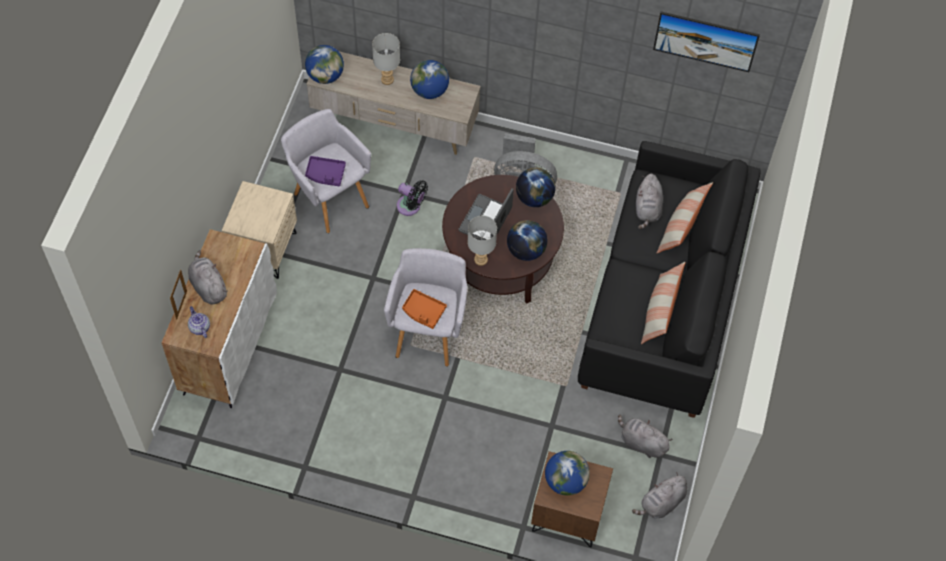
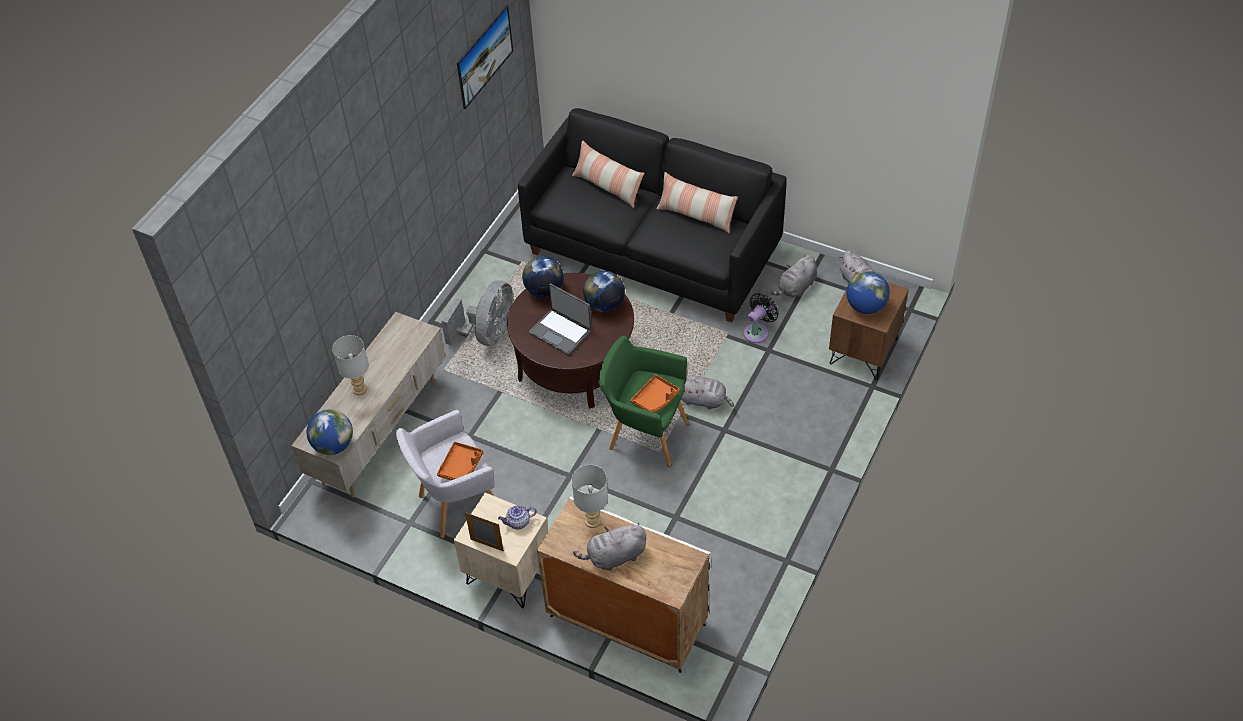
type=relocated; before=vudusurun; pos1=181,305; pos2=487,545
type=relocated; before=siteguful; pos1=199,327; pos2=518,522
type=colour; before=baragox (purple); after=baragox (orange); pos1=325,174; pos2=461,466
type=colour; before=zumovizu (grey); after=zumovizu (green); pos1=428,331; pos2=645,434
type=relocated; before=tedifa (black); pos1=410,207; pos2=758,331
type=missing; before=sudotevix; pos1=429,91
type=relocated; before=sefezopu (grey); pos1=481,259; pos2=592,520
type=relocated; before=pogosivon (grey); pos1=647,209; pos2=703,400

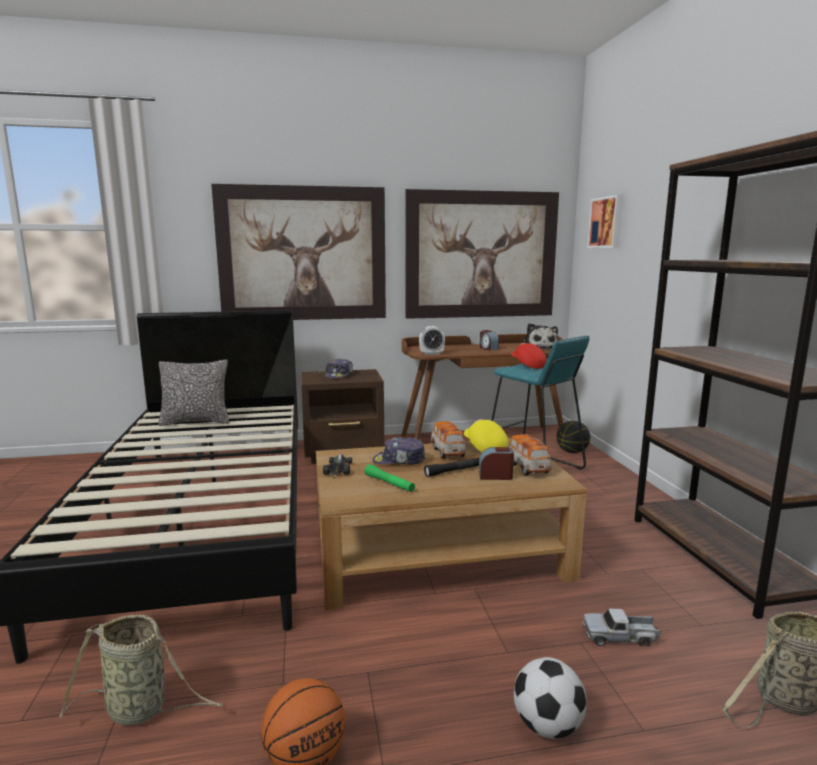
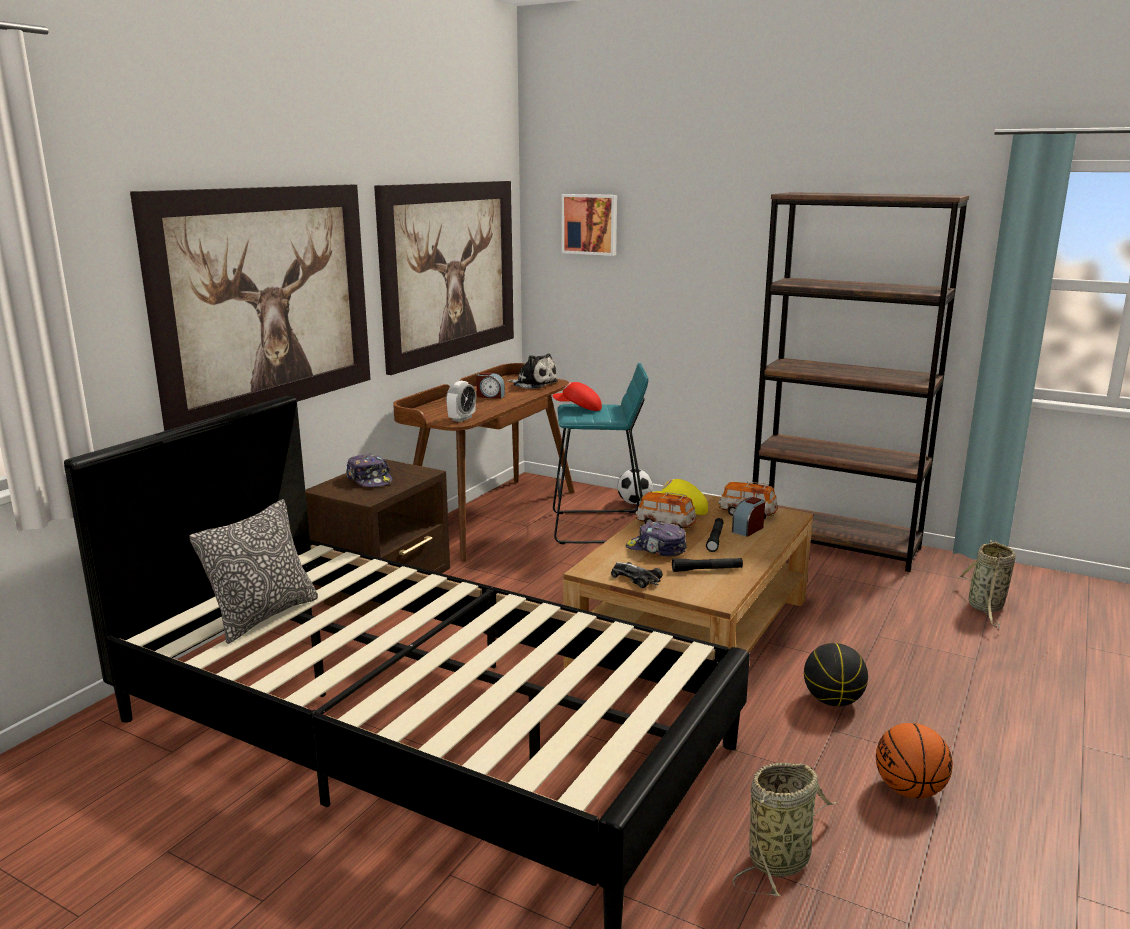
type=colour; before=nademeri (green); after=nademeri (black); pos1=389,483; pos2=707,570
type=spun; before=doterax; pos1=399,461; pos2=656,549; turn=75
type=relocated; before=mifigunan; pos1=547,726; pos2=634,503
type=relocated; before=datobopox; pos1=572,452; pos2=833,701
type=missing; before=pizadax; pos1=620,636

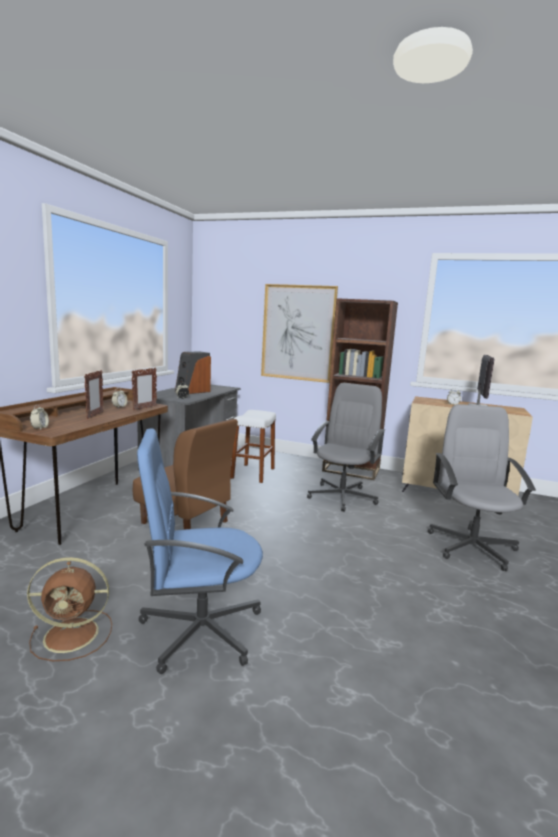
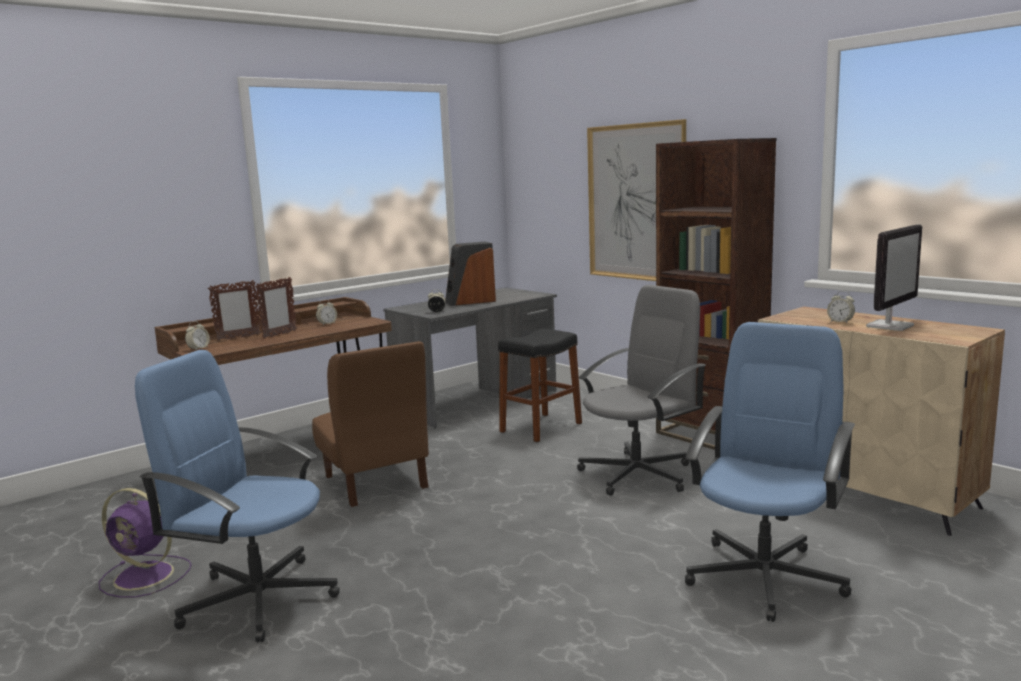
type=colour; before=tedifa (brown); after=tedifa (purple); pos1=74,634; pos2=146,576
type=relocated; before=vudusurun; pos1=144,408; pos2=238,337
type=colour; before=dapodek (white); after=dapodek (black); pos1=253,473; pos2=541,427
type=colour; before=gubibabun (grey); after=gubibabun (blue); pos1=472,546; pos2=765,576

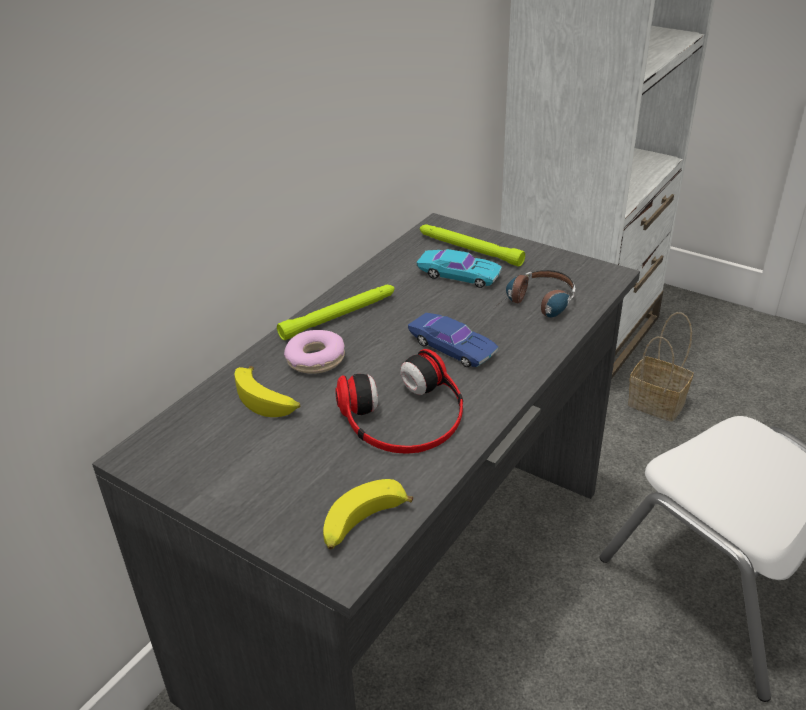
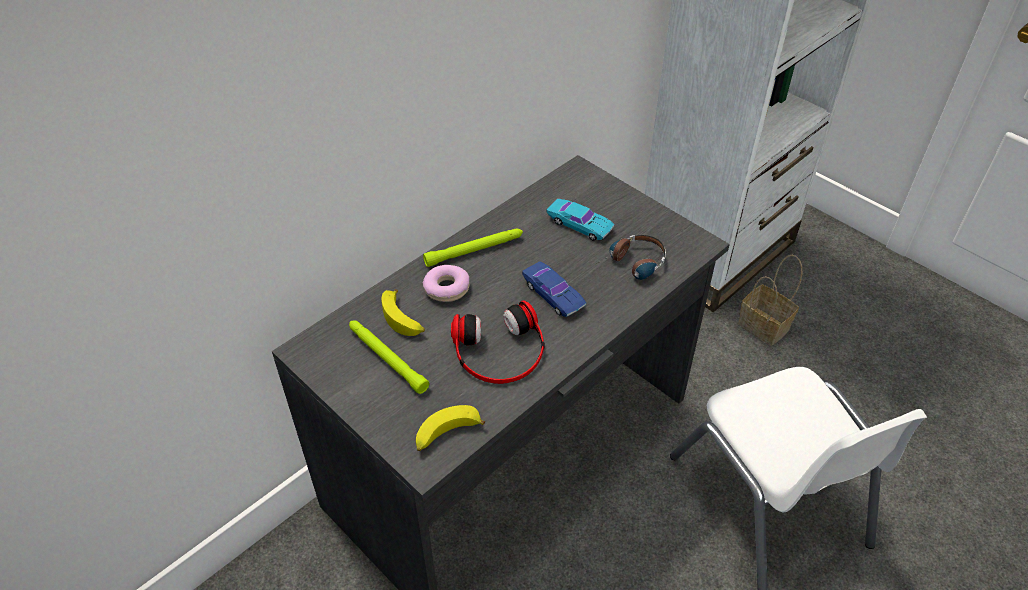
type=relocated; before=nademeri (green); pos1=469,249; pos2=386,358

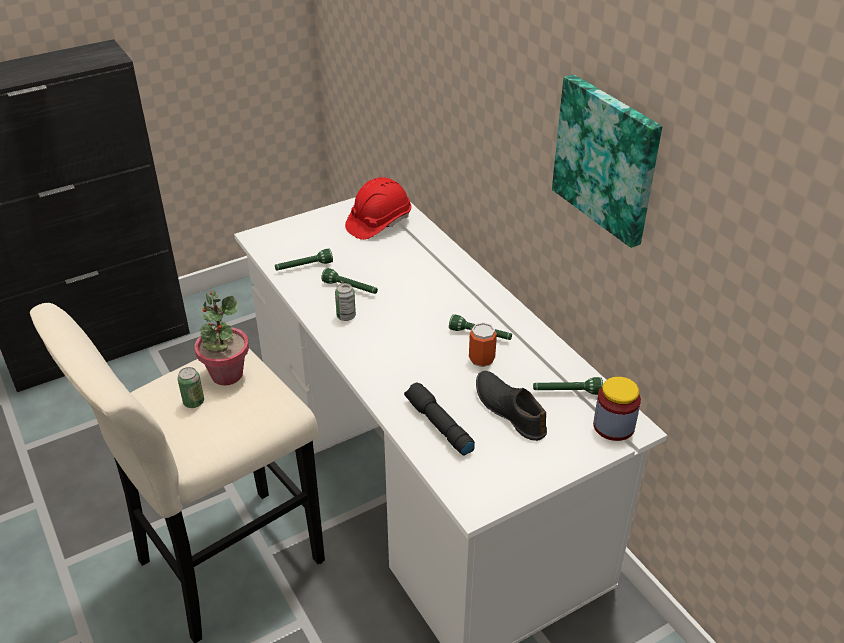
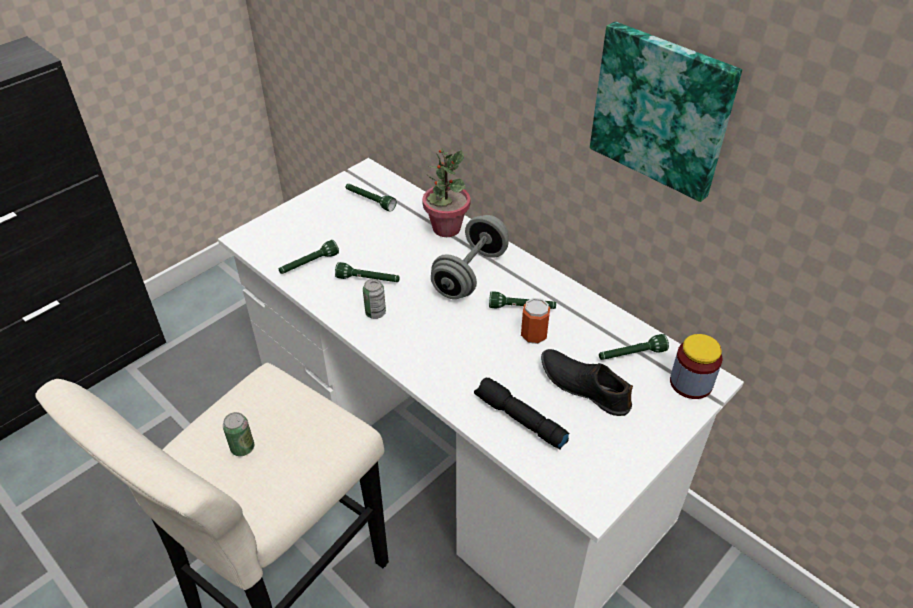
type=relocated; before=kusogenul; pos1=226,374; pos2=446,228
type=exchanged; before=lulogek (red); after=nademeri (green); pos1=378,223; pos2=369,201
type=appeared; after=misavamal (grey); pos2=470,273

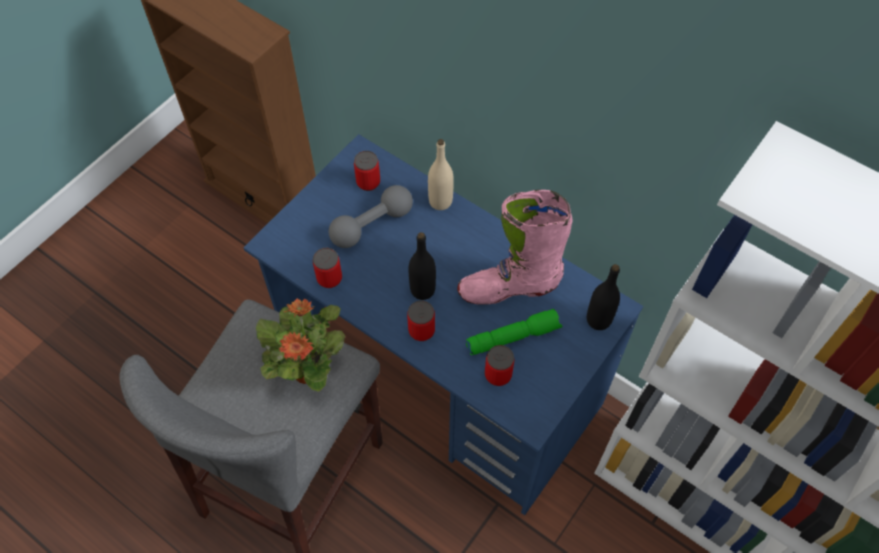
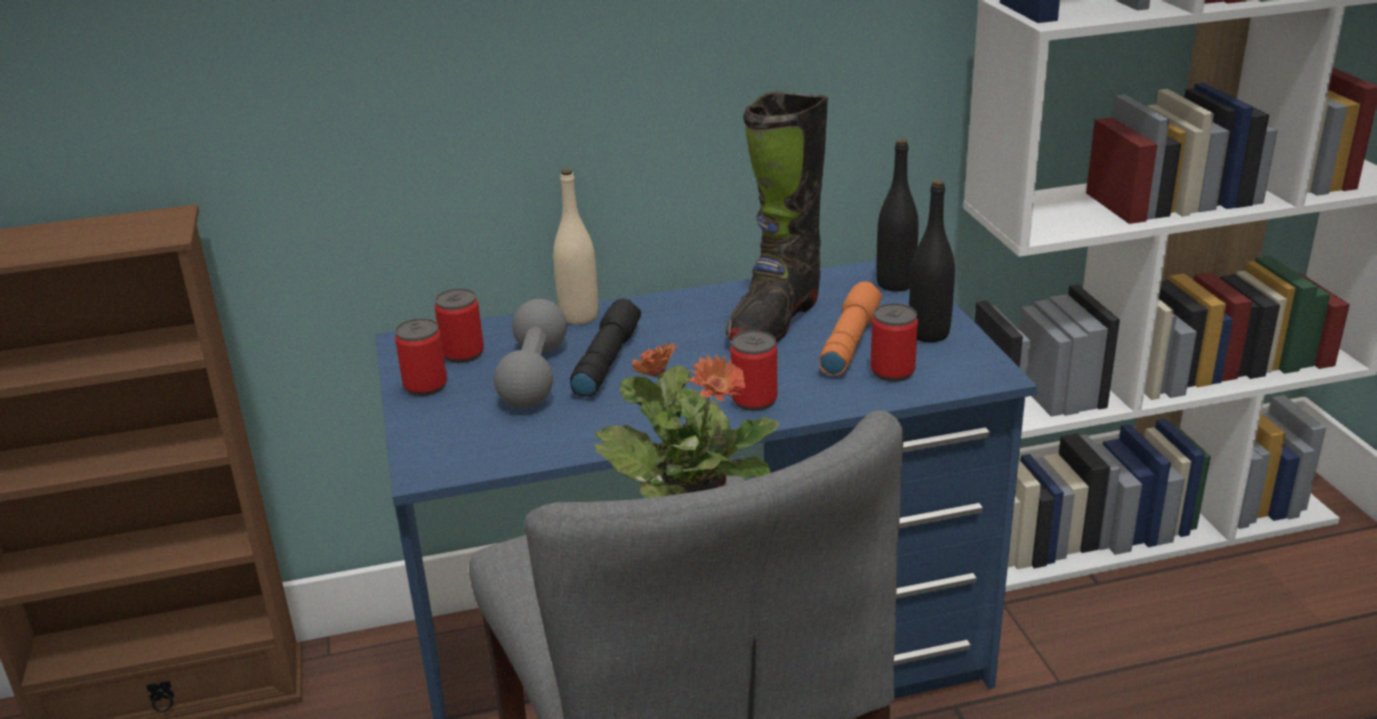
type=relocated; before=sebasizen; pos1=329,278; pos2=425,386
type=relocated; before=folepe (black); pos1=422,290; pos2=929,334
type=colour; before=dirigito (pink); after=dirigito (black); pos1=509,287; pos2=774,319
type=colour; before=nademeri (green); after=nademeri (orange); pos1=513,336; pos2=848,341
type=appeared; after=nademeri (black); pos2=605,360

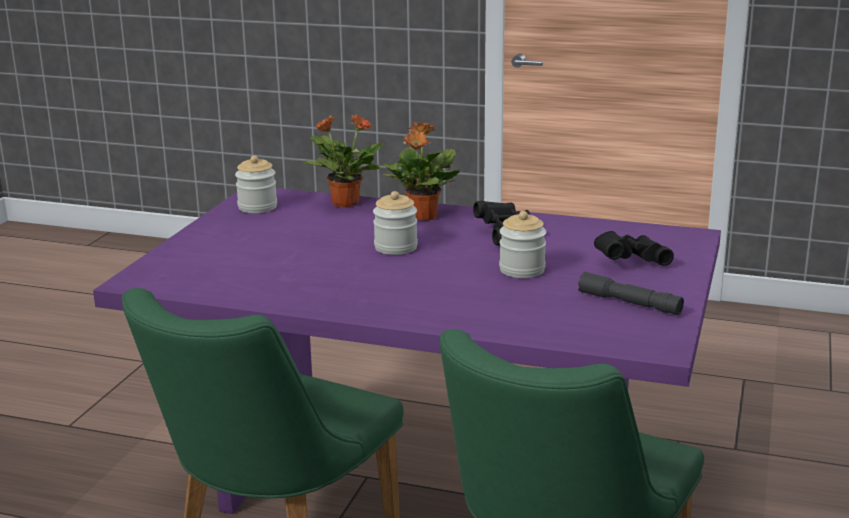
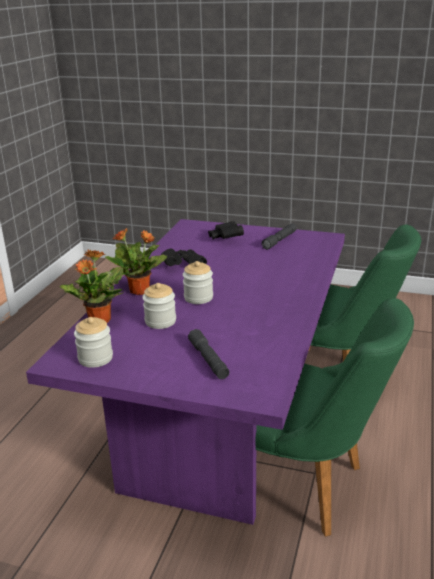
type=relocated; before=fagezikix; pos1=522,270; pos2=160,321
type=appeared; after=nademeri (grey); pos2=208,360

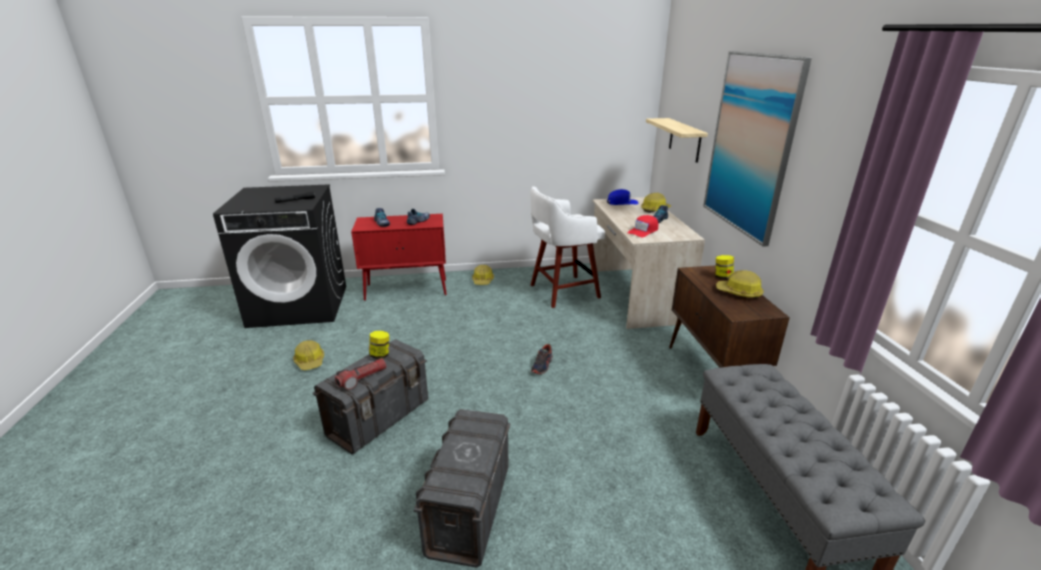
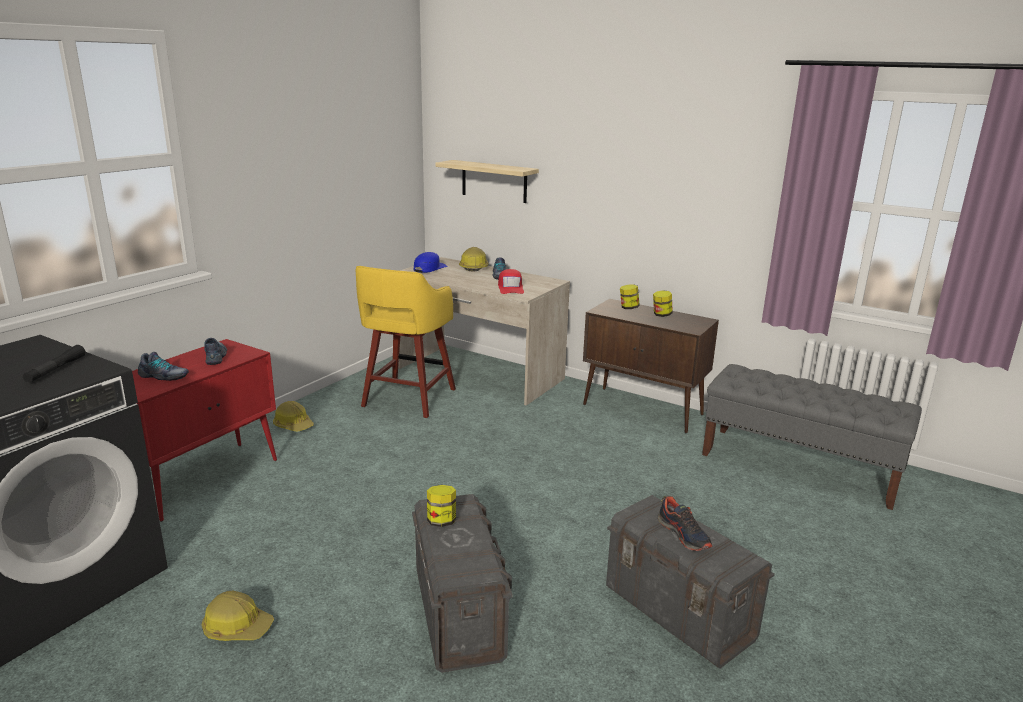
type=missing; before=nademeri; pos1=362,378
type=colour; before=dapodek (white); after=dapodek (yellow); pos1=562,291; pos2=407,399
type=relocated; before=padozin; pos1=542,365; pos2=684,535
type=missing; before=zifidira; pos1=750,145
type=exchanged; before=lulogek; after=fagezikix; pos1=739,292; pos2=661,315

